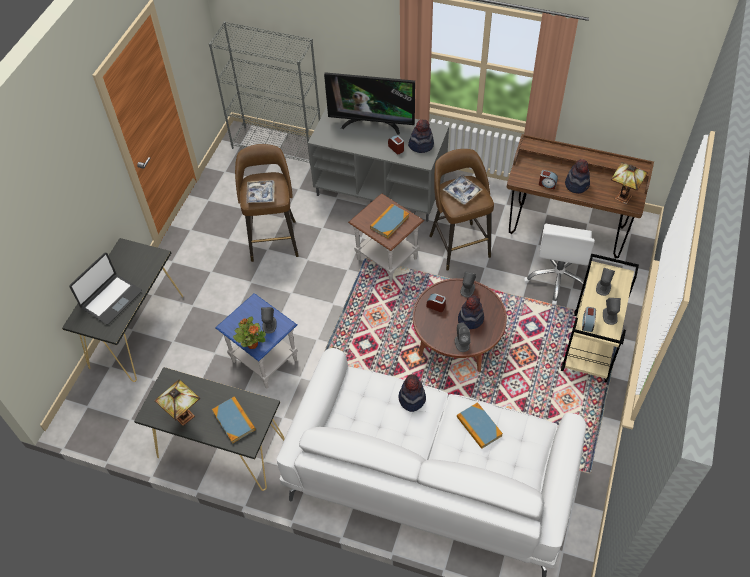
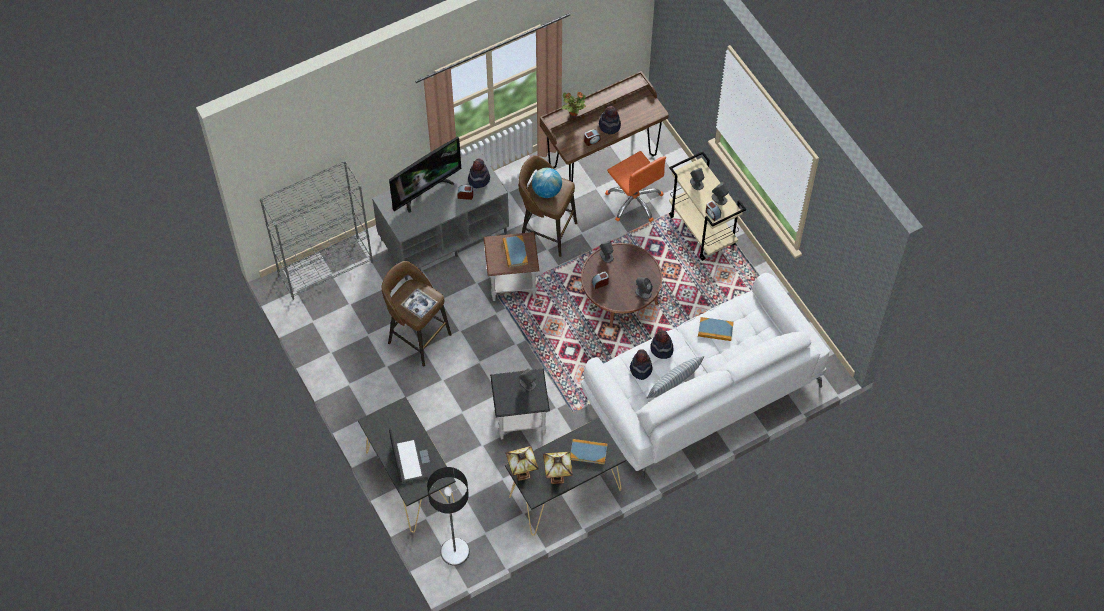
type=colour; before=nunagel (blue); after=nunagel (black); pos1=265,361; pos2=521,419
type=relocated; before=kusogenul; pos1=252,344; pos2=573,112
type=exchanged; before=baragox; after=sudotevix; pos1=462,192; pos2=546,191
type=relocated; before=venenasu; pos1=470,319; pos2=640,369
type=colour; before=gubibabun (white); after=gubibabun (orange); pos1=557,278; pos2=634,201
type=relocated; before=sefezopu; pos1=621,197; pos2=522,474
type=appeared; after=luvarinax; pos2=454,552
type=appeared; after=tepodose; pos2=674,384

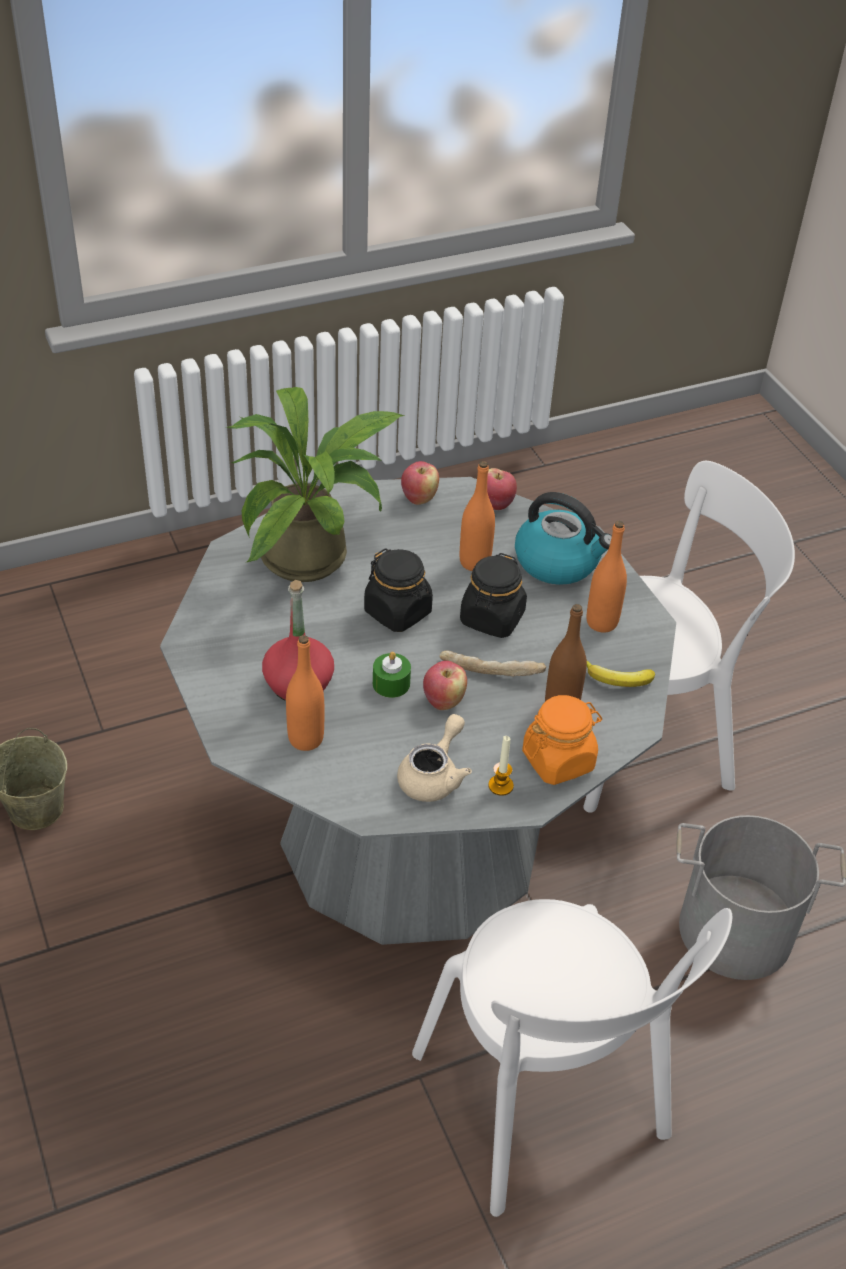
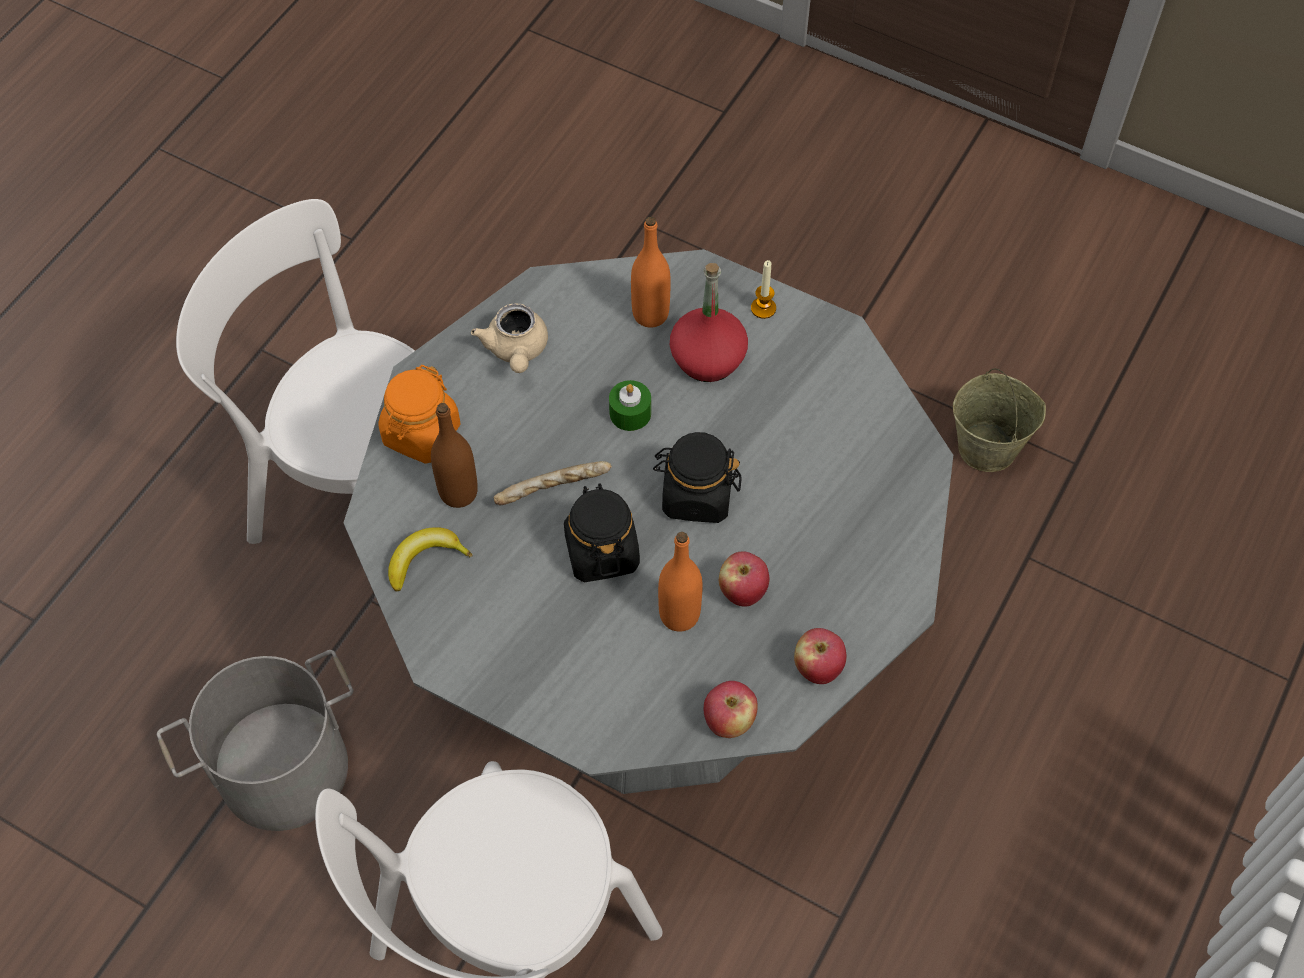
type=missing; before=kusogenul; pos1=315,555
type=relocated; before=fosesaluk; pos1=443,701; pos2=742,591
type=relocated; before=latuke; pos1=500,786; pos2=763,308
type=missing; before=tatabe; pos1=558,562
type=missing; before=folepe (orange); pos1=601,622

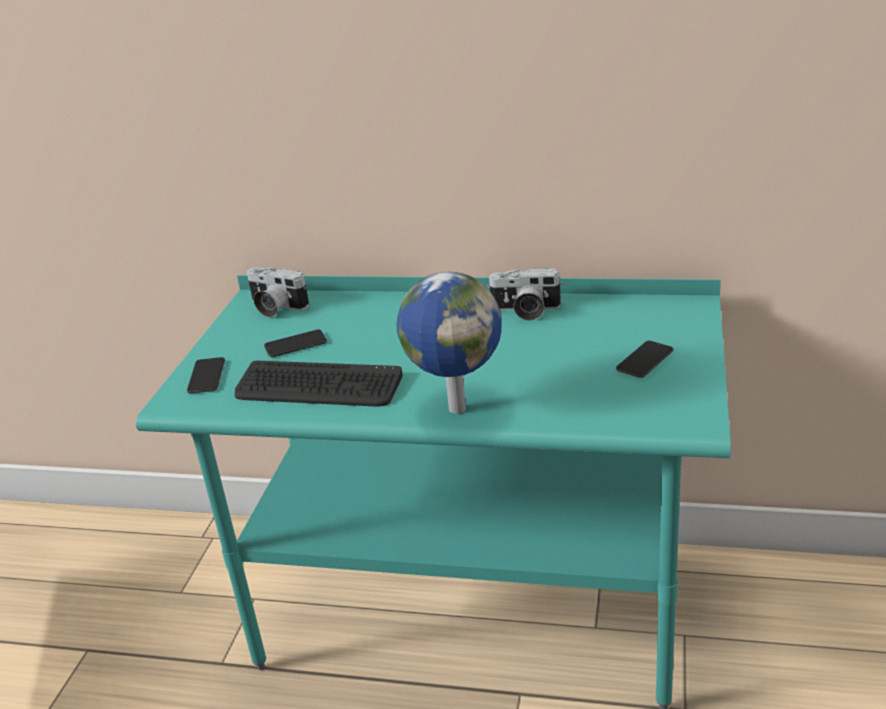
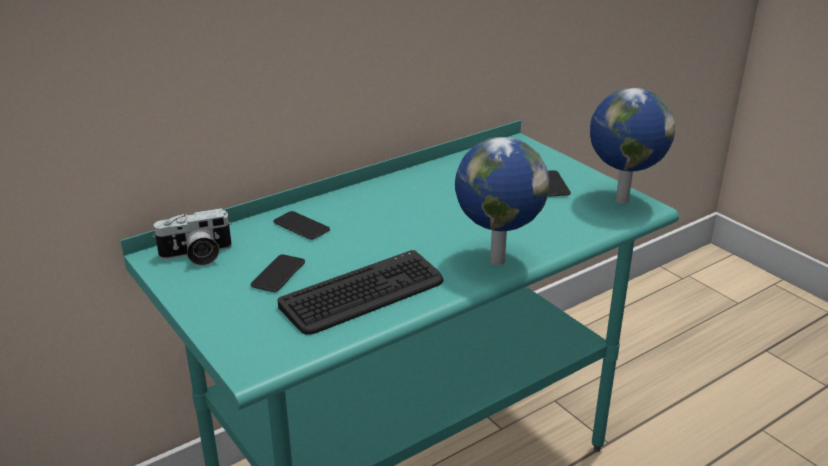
type=relocated; before=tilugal; pos1=206,376; pos2=301,226
type=missing; before=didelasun; pos1=525,311
type=appeared; after=sudotevix; pos2=620,200

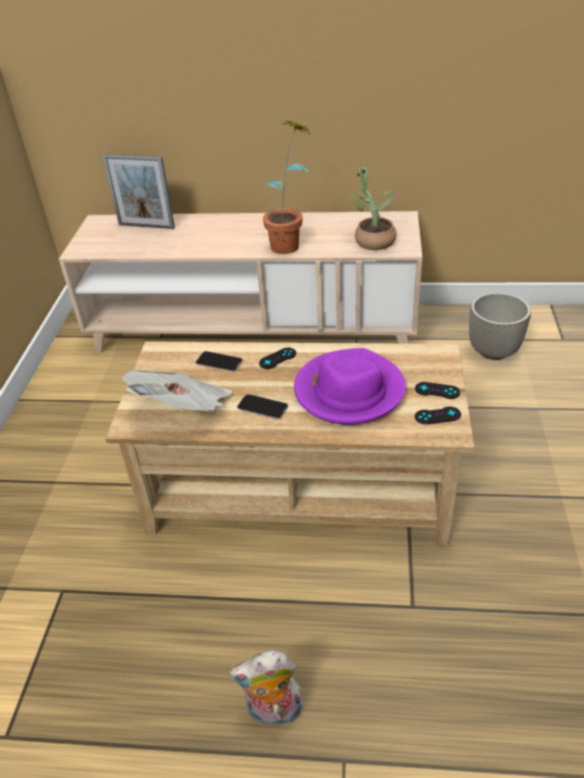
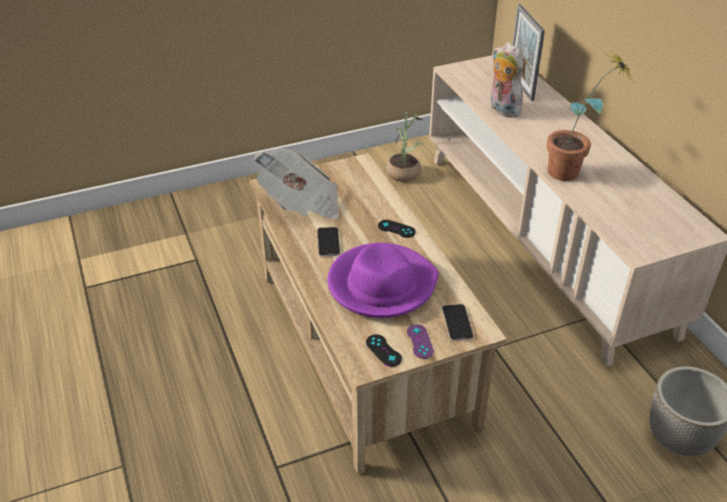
type=relocated; before=tilugal; pos1=219,362; pos2=457,323
type=relocated; before=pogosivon; pos1=273,712; pos2=502,109
type=relocated; before=kusogenul; pos1=370,240; pos2=404,171
type=colour; before=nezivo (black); after=nezivo (purple); pos1=437,390; pos2=419,341

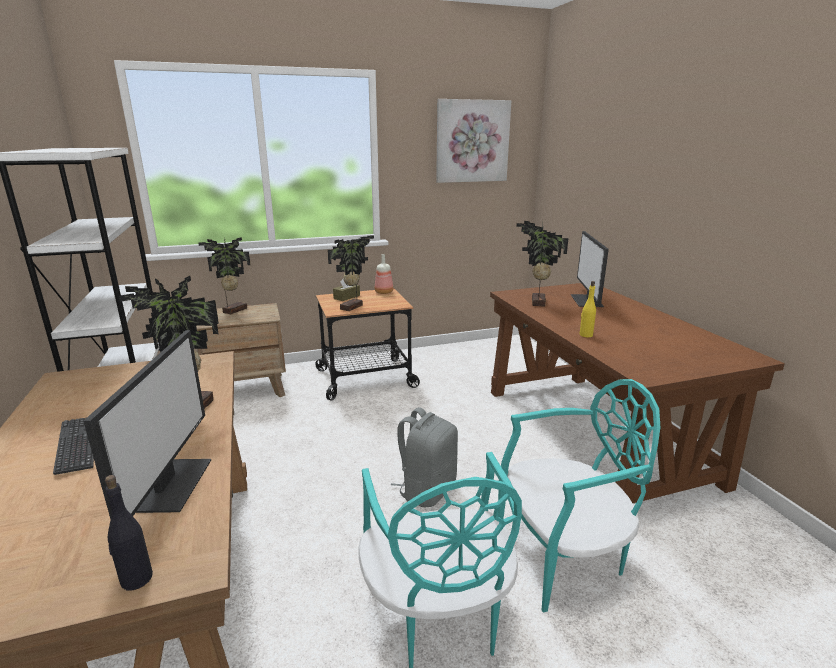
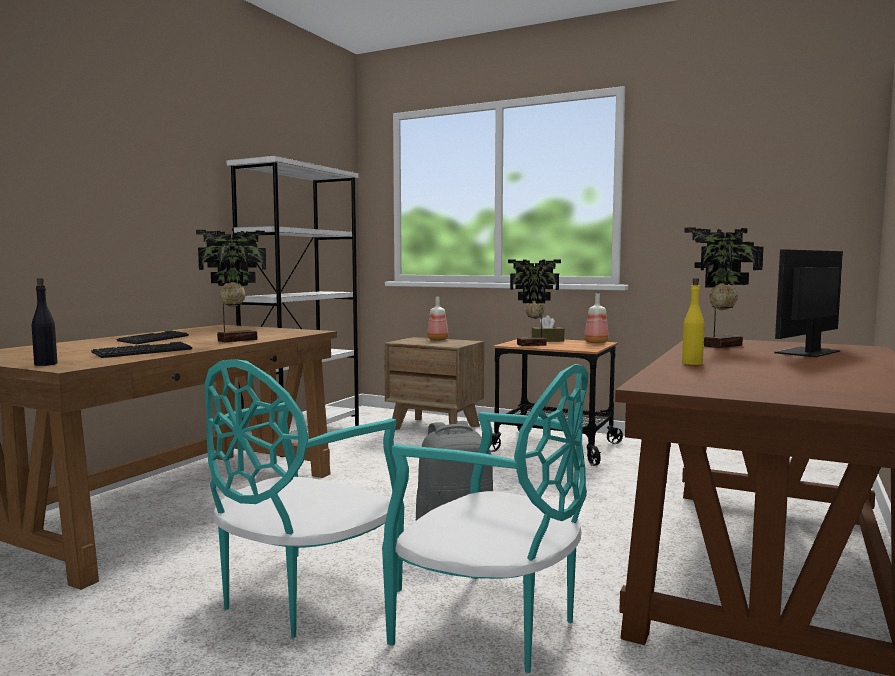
type=exchanged; before=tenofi; after=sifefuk; pos1=170,484; pos2=143,352
type=exchanged; before=kusogenul; after=folepe; pos1=233,310; pos2=438,339
type=missing; before=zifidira; pos1=472,141

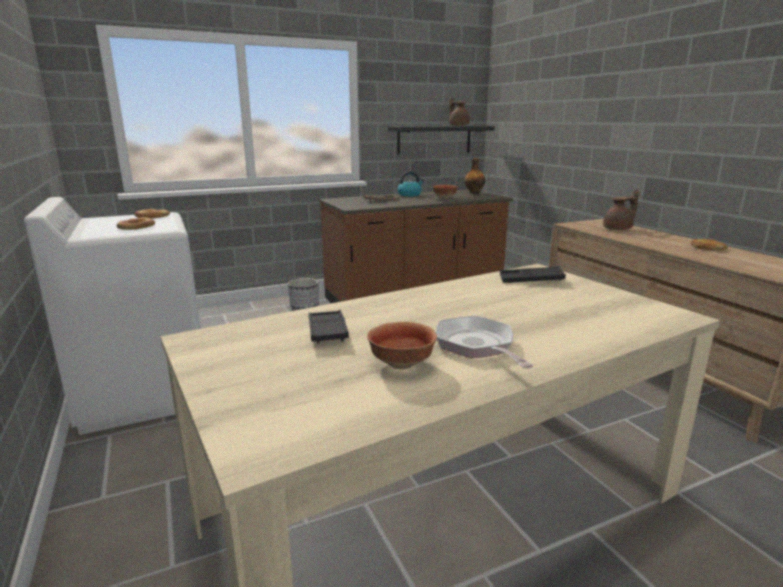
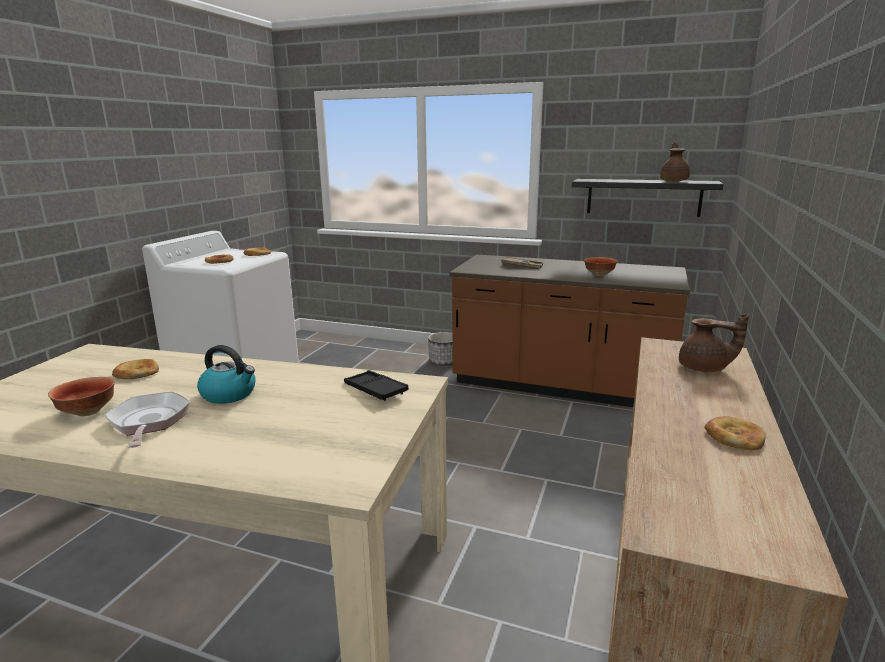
type=exchanged; before=baragox (black); after=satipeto; pos1=327,331; pos2=136,373
type=relocated; before=tatabe; pos1=409,195; pos2=230,394
type=spun; before=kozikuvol; pos1=477,346; pos2=149,422; turn=-45
type=missing; before=folepe; pos1=474,192

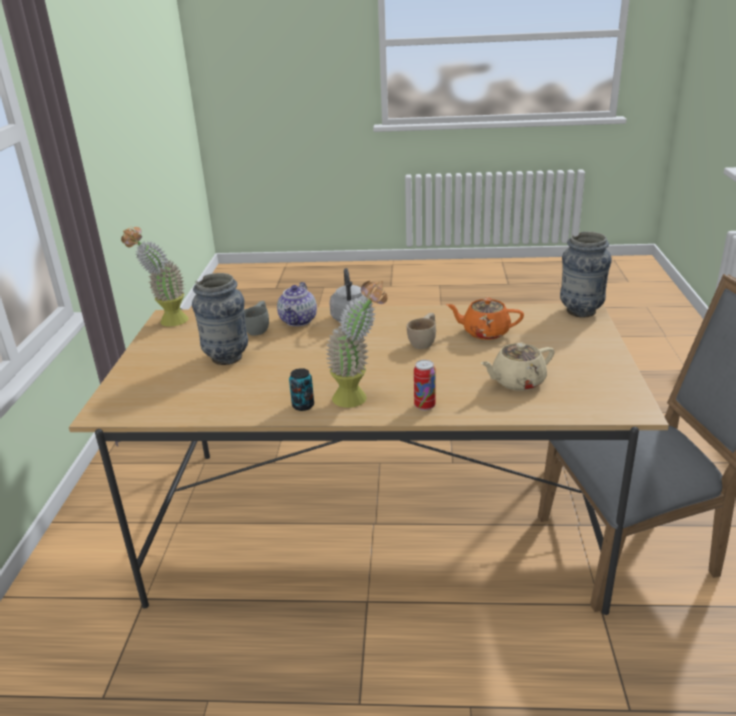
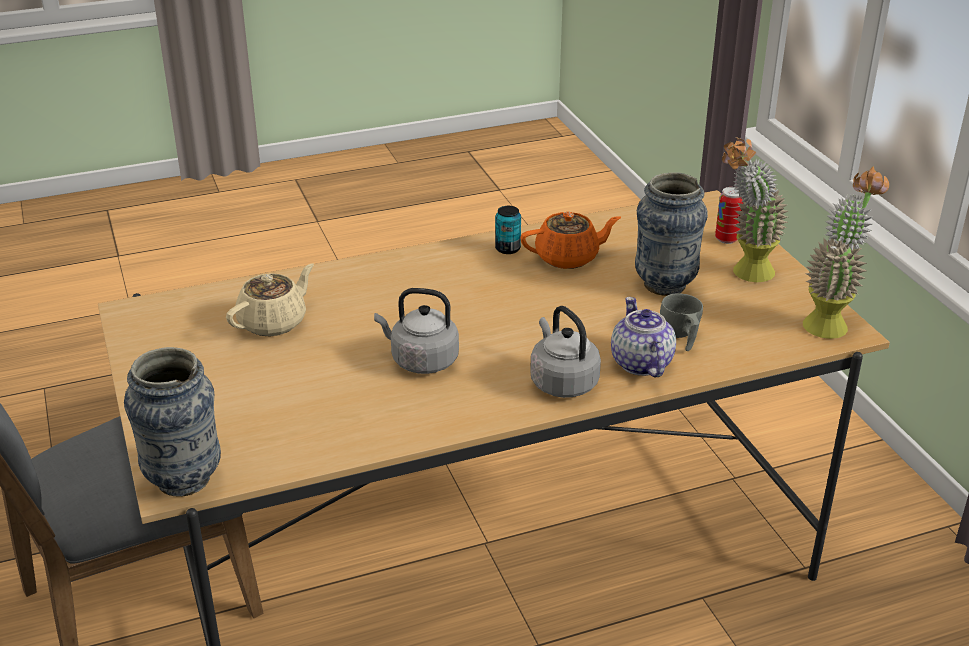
type=relocated; before=kusogenul; pos1=359,398; pos2=744,274
type=exchanged; before=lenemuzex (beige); after=tatabe (grey); pos1=425,342; pos2=421,360
type=relocated; before=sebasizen; pos1=424,406; pos2=726,239
type=relocated; before=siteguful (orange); pos1=484,332; pos2=568,257

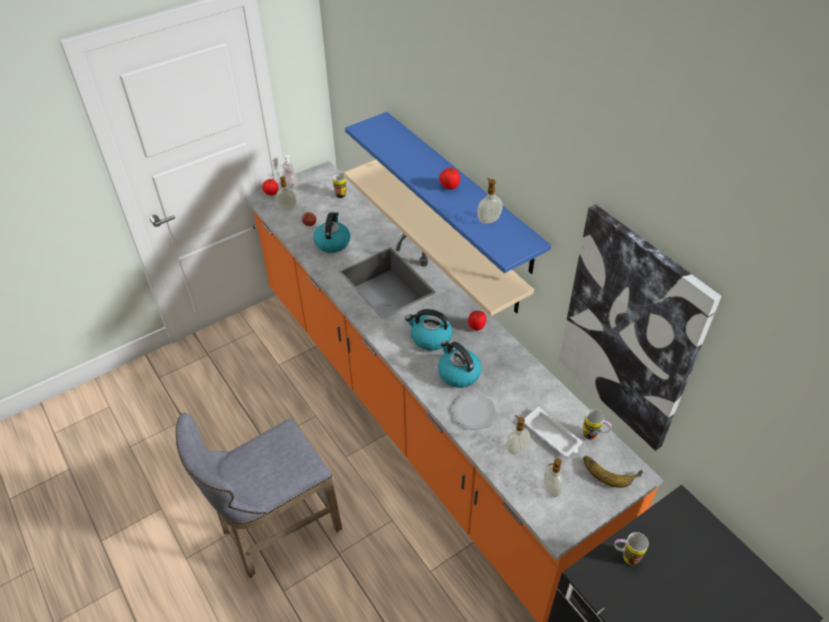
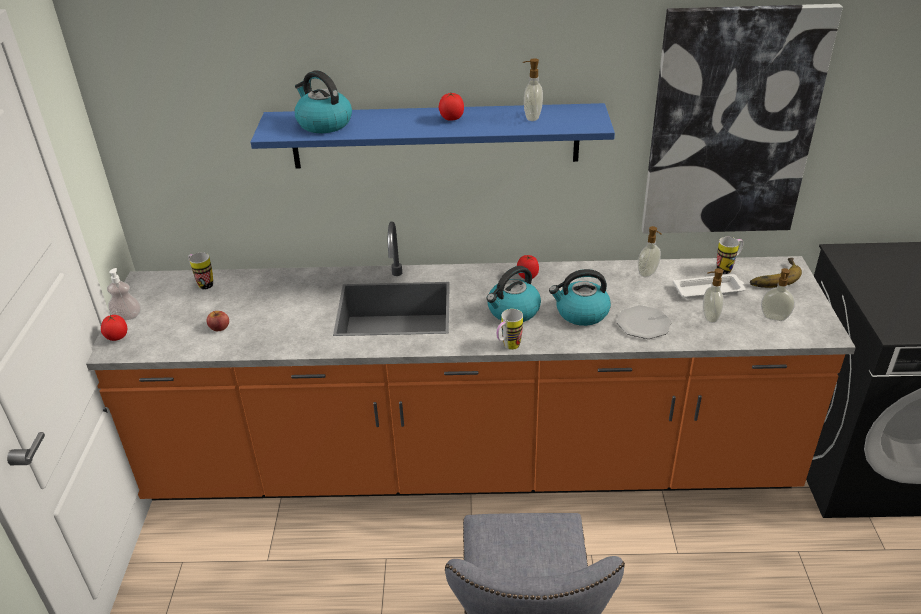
type=relocated; before=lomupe; pos1=287,207; pos2=648,273
type=relocated; before=tatabe; pos1=332,242; pos2=323,123
type=missing; before=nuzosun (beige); pos1=451,234
type=relocated; before=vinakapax; pos1=625,557; pos2=508,347

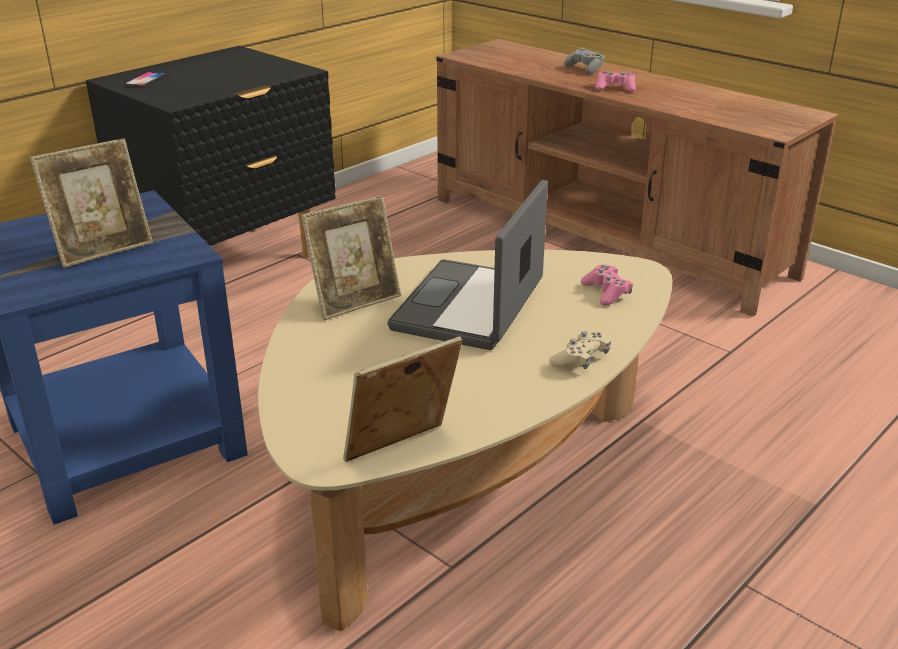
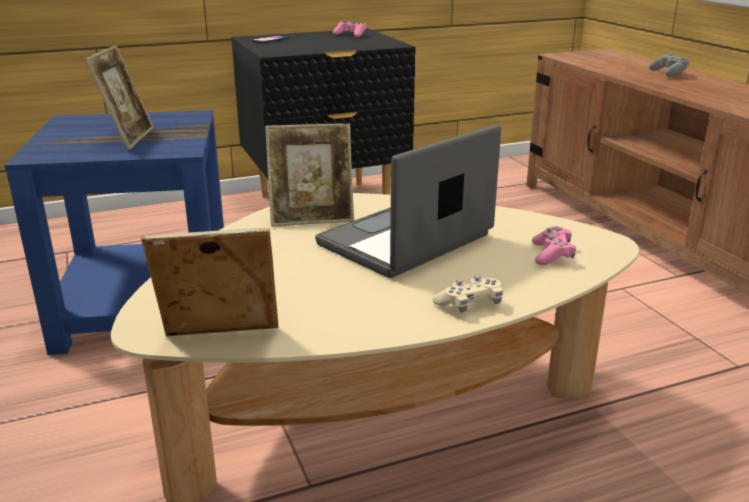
type=spun; before=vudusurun; pos1=103,249; pos2=128,138; turn=-75
type=relocated; before=nezivo (pink); pos1=615,88; pos2=351,35

